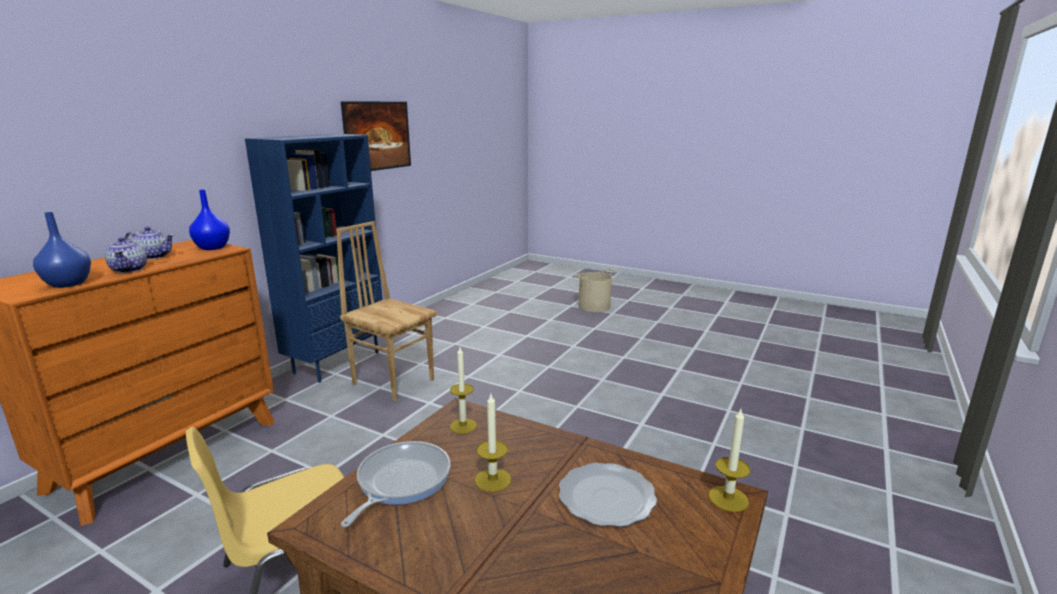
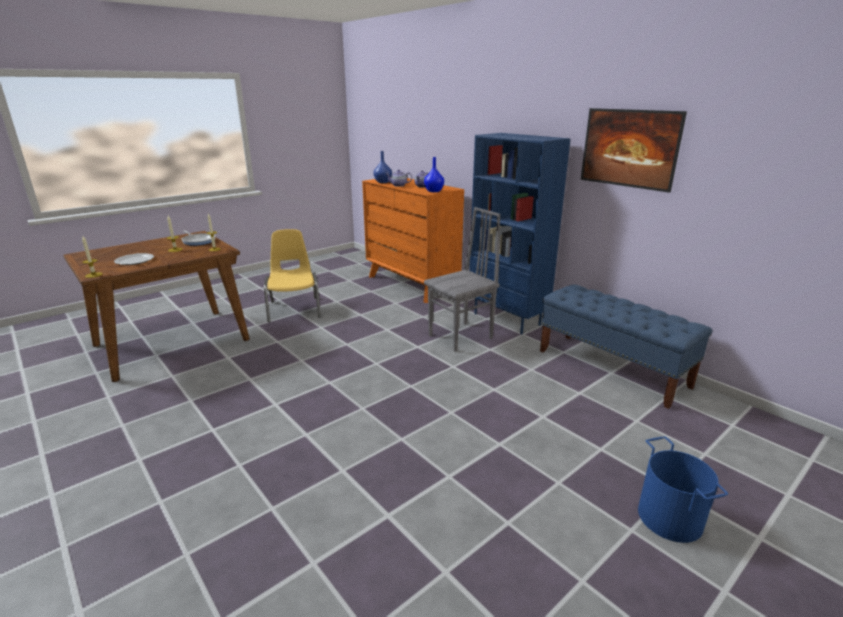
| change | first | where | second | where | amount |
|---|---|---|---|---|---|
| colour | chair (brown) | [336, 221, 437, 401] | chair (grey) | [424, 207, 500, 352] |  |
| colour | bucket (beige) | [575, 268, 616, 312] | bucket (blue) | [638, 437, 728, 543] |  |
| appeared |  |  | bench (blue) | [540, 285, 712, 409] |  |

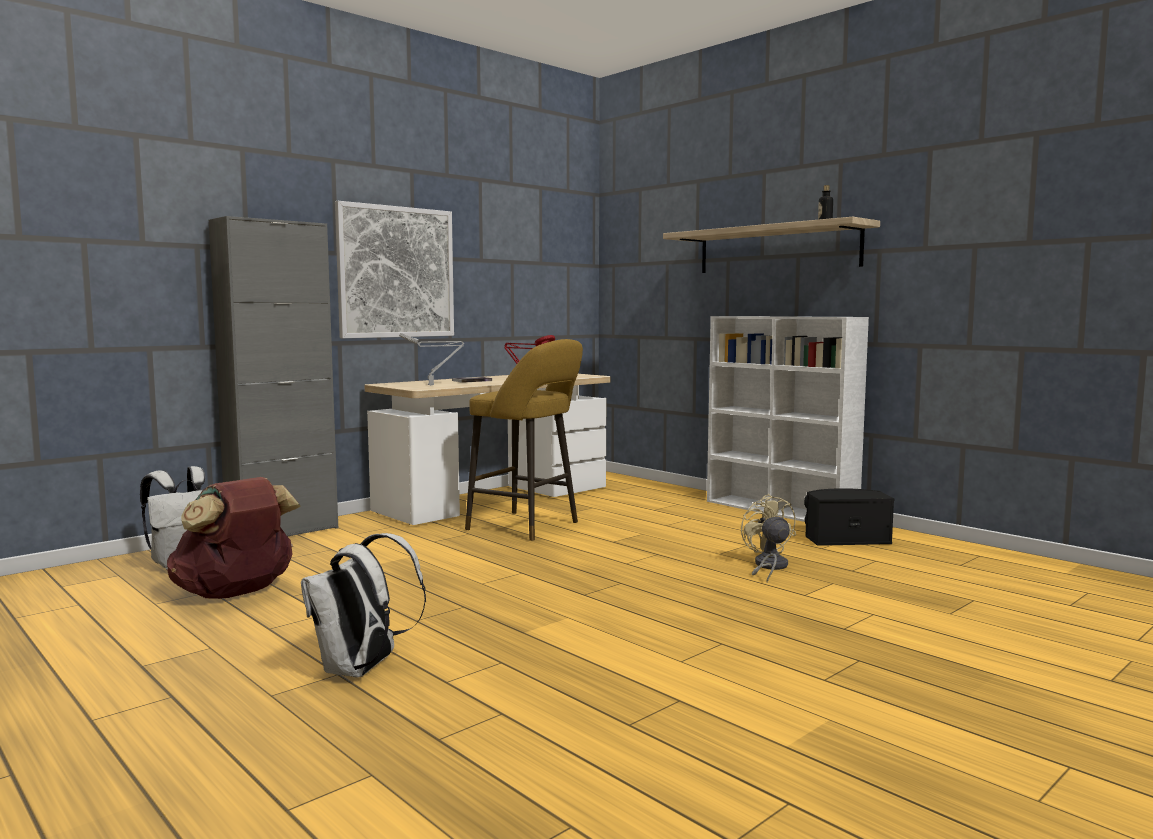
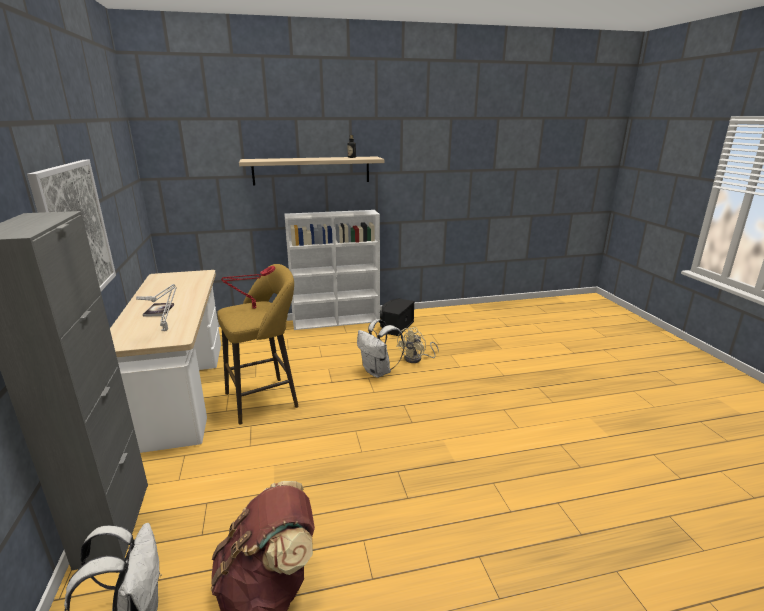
| change | first | where | second | where | amount |
|---|---|---|---|---|---|
| spun | fan (beige) | [741, 494, 796, 582] |  | [396, 327, 439, 363] | 75 degrees counterclockwise |
| relocated | backpack (white) | [301, 533, 426, 678] |  | [357, 319, 404, 378] |  |

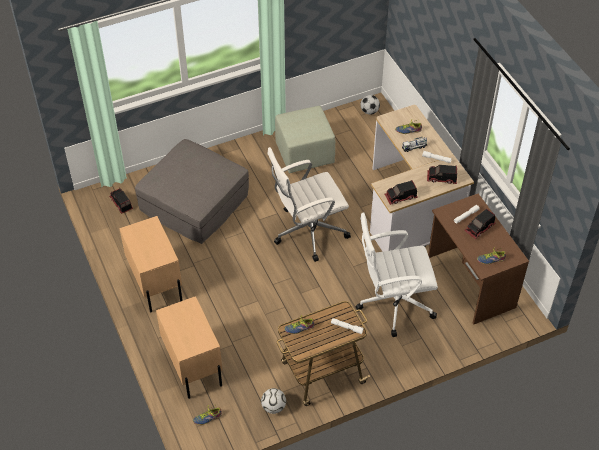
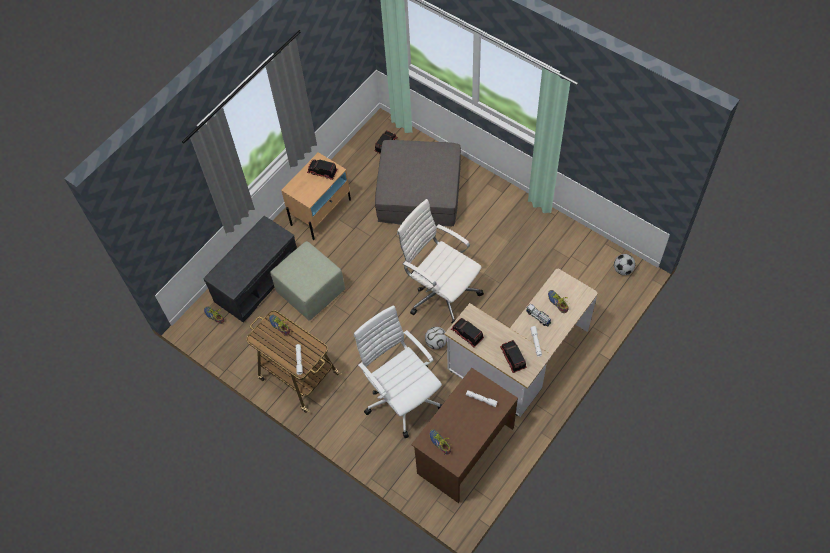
| change | first | where | second | where | amount |
|---|---|---|---|---|---|
| relocated | ottoman (green) | [275, 106, 335, 173] |  | [270, 241, 345, 321] |  |
| relocated | toy truck | [464, 208, 496, 239] |  | [307, 159, 337, 180] |  |
| exchanged | nightstand (beige) | [156, 296, 222, 399] | bench (grey) | [204, 216, 297, 323] |  |
| relocated | football | [261, 388, 286, 414] |  | [425, 327, 447, 349] |  |

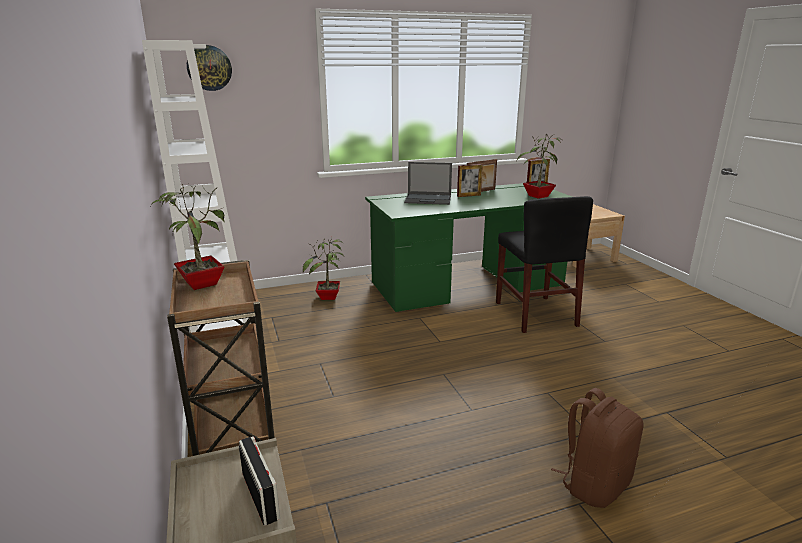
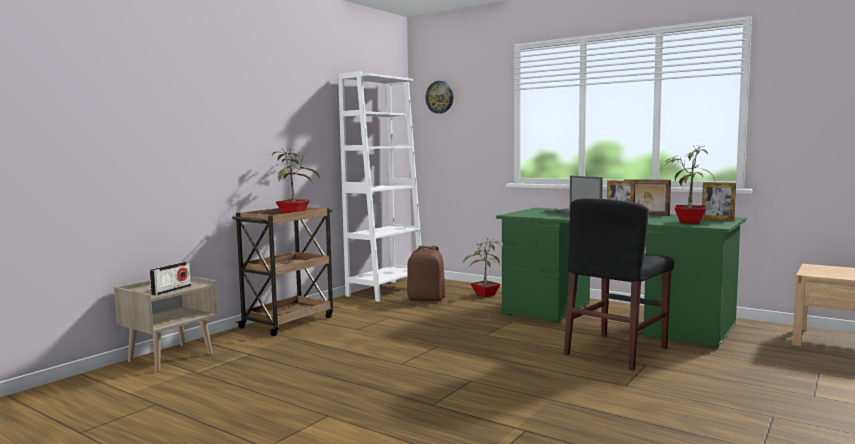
| change | first | where | second | where | amount |
|---|---|---|---|---|---|
| relocated | backpack (brown) | [551, 388, 643, 508] |  | [407, 245, 446, 301] |  |

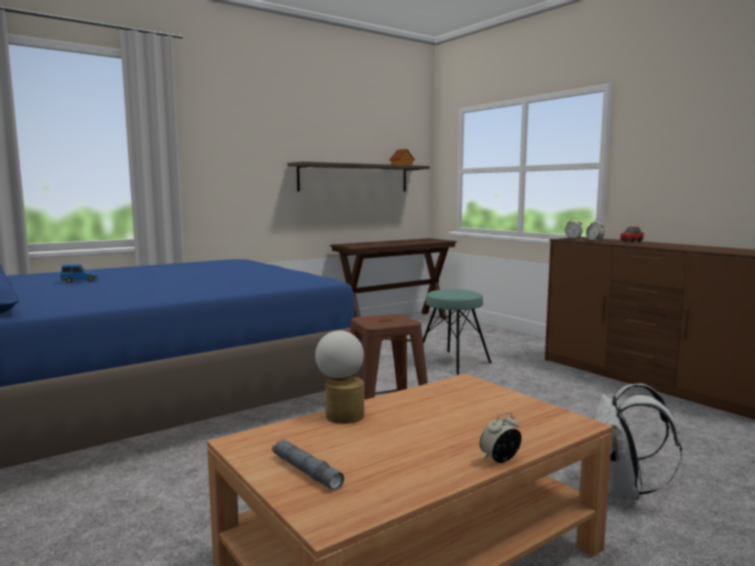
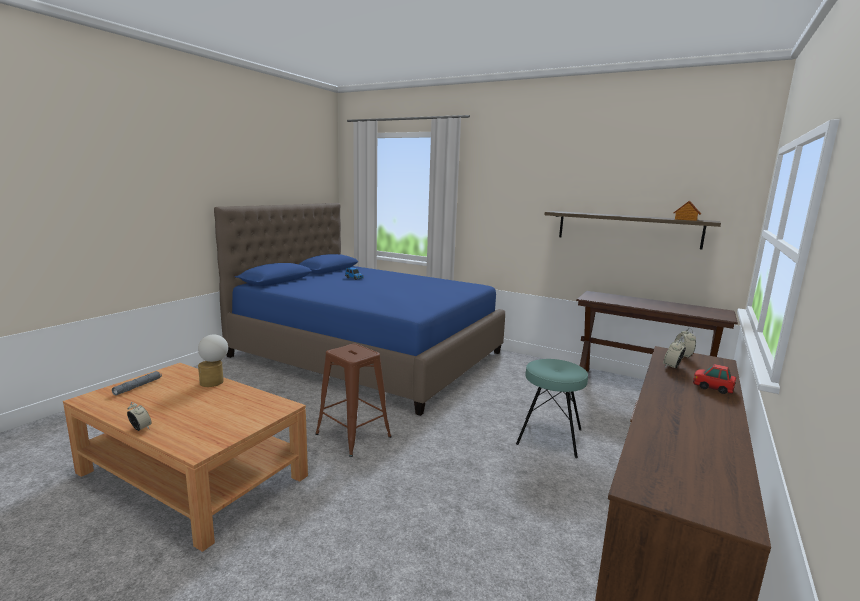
| change | first | where | second | where | amount |
|---|---|---|---|---|---|
| missing | backpack (white) | [593, 383, 682, 500] |  |  |  |

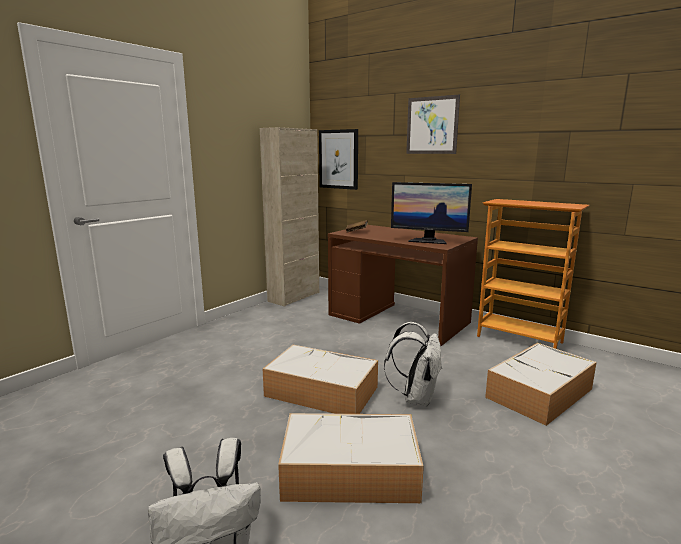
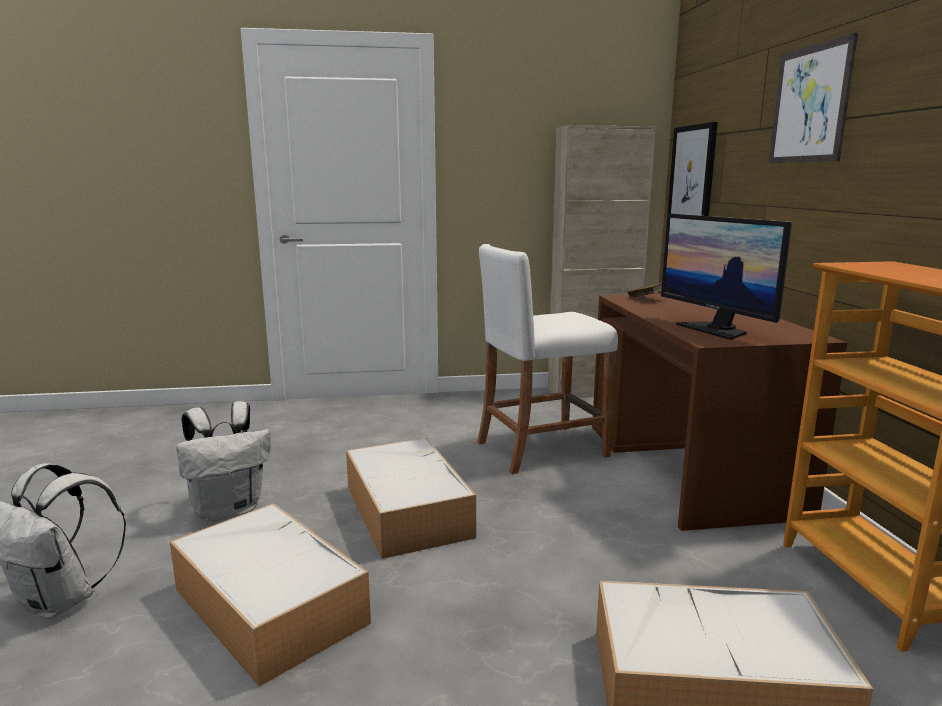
| change | first | where | second | where | amount |
|---|---|---|---|---|---|
| relocated | backpack (white) | [384, 322, 442, 407] |  | [176, 401, 271, 522] |  |
| appeared |  |  | stool (white) | [477, 244, 618, 474] |  |

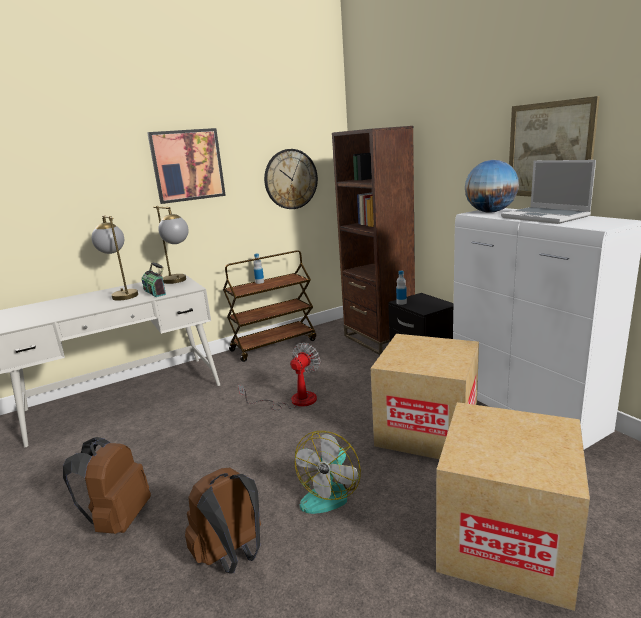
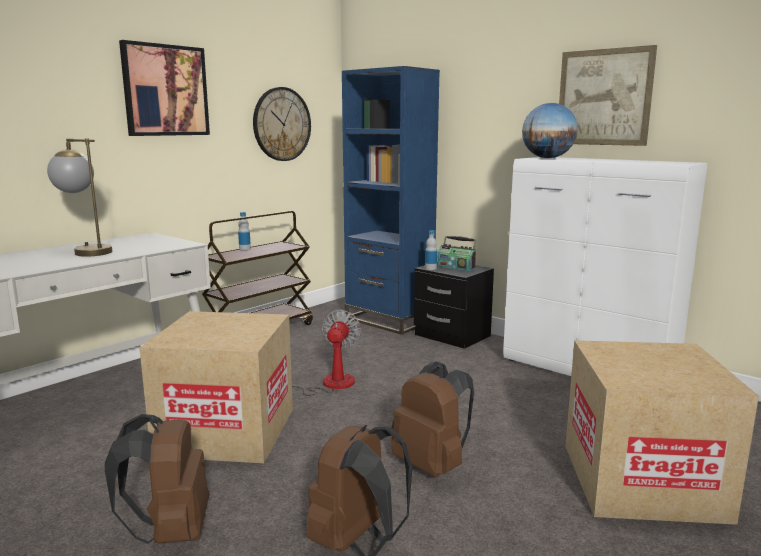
| change | first | where | second | where | amount |
|---|---|---|---|---|---|
| colour | bookcase (brown) | [332, 126, 415, 355] | bookcase (blue) | [342, 66, 440, 335] |  |
| missing | laptop | [501, 160, 596, 224] |  |  |  |
| missing | table lamp | [153, 206, 189, 284] |  |  |  |
| relocated | radio | [142, 262, 166, 297] |  | [437, 236, 476, 271] |  |
| relocated | cardboard box | [371, 334, 479, 459] |  | [139, 311, 293, 463] |  |
| exchanged | fan | [295, 431, 361, 514] | backpack (brown) | [391, 361, 474, 477] |  |

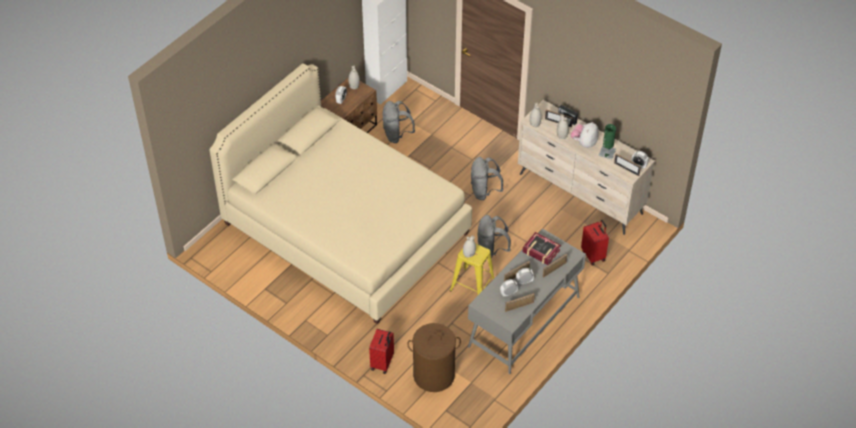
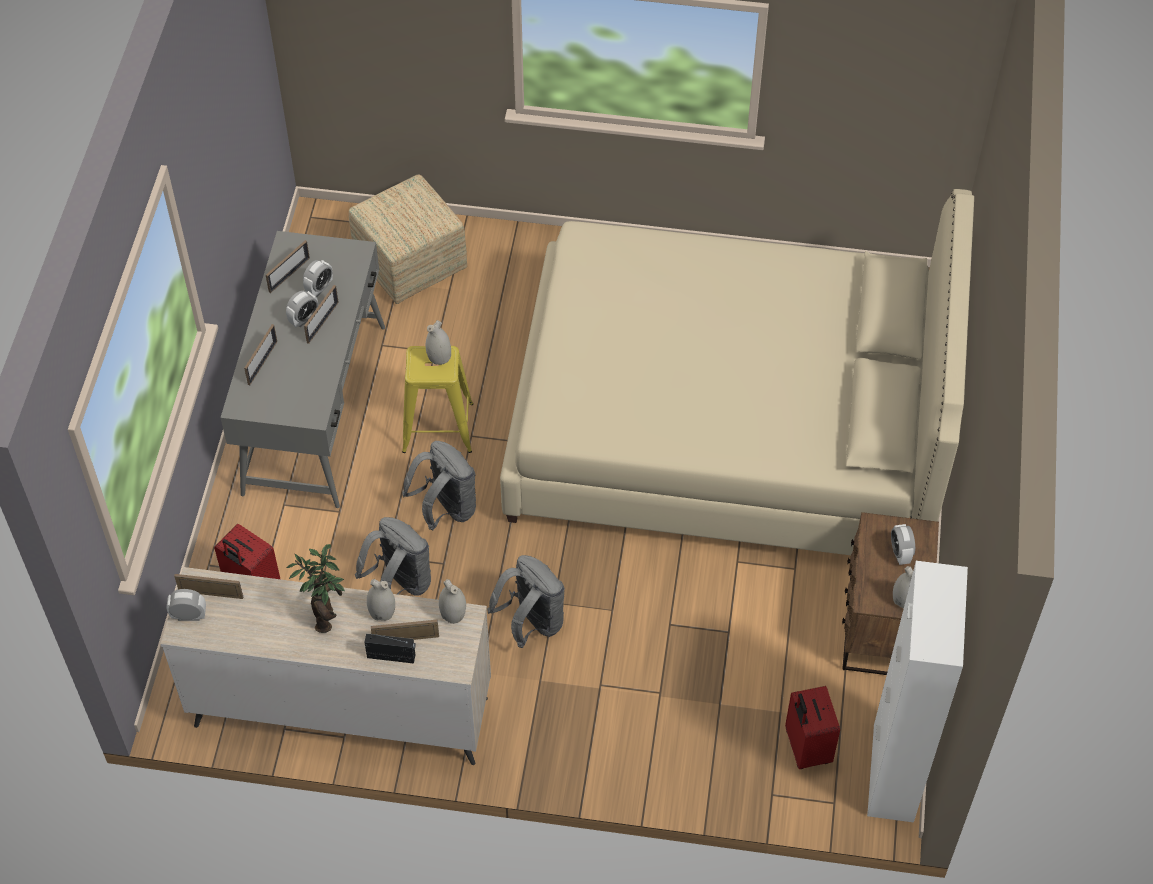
| change | first | where | second | where | amount |
|---|---|---|---|---|---|
| relocated | backpack (grey) | [382, 101, 415, 143] |  | [355, 517, 431, 595] |  |
| exchanged | plush toy | [571, 122, 599, 148] | potted plant | [287, 544, 345, 633] |  |
| missing | table lamp (green) | [598, 124, 616, 159] |  |  |  |
| missing | book | [523, 232, 561, 265] |  |  |  |
| exchanged | laundry basket (brown) | [407, 323, 461, 392] | ottoman | [349, 175, 467, 304] |  |
| relocated | suitcase (red) | [369, 329, 394, 374] |  | [785, 686, 840, 769] |  |

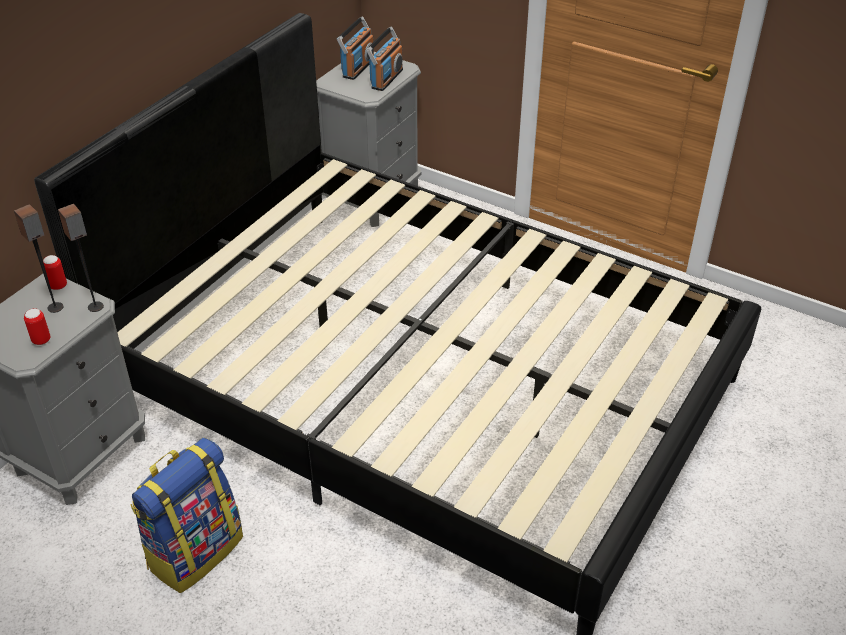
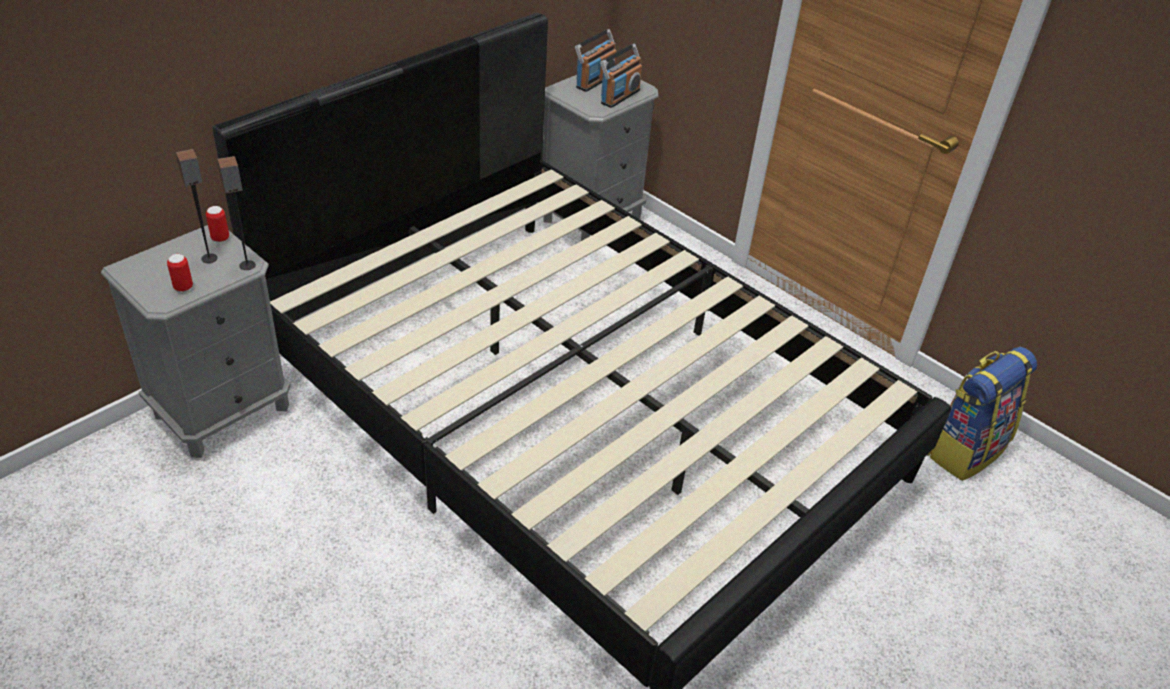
| change | first | where | second | where | amount |
|---|---|---|---|---|---|
| relocated | backpack | [130, 438, 243, 593] |  | [927, 347, 1037, 481] |  |

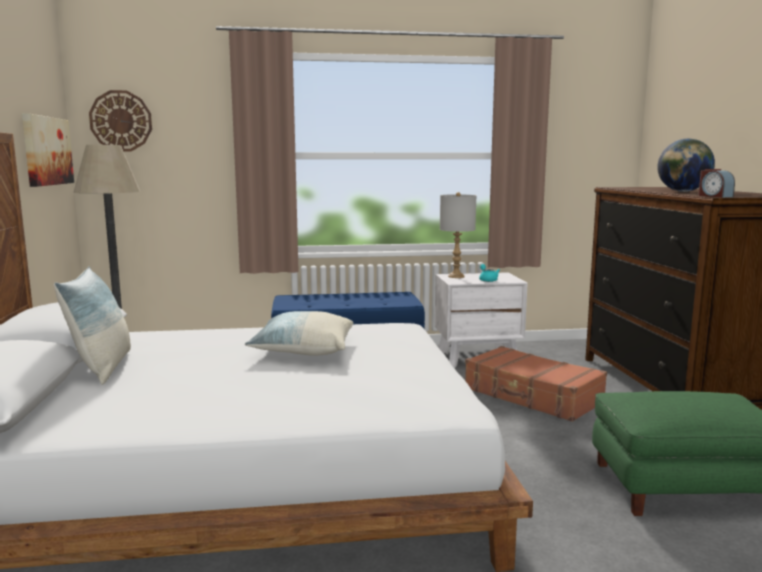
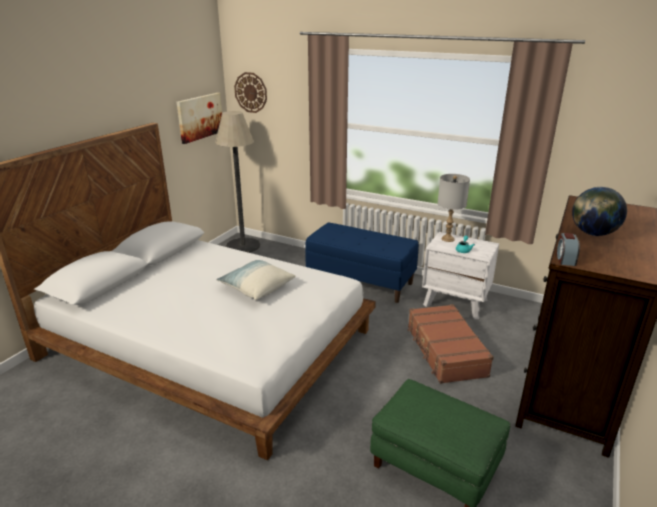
| change | first | where | second | where | amount |
|---|---|---|---|---|---|
| missing | pillow | [54, 266, 131, 385] |  |  |  |

